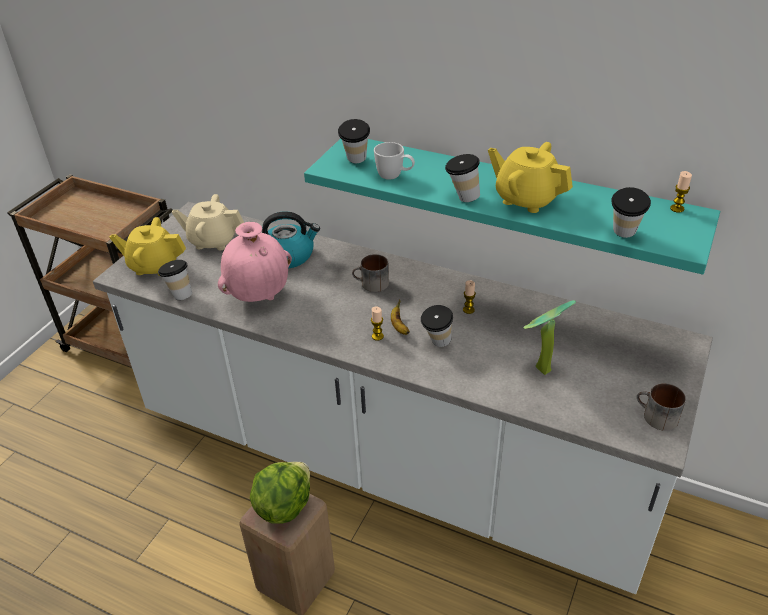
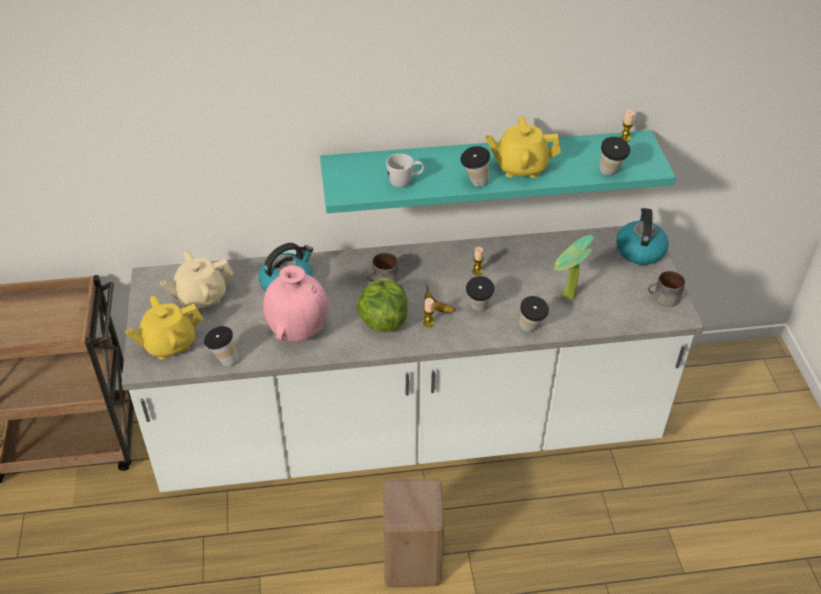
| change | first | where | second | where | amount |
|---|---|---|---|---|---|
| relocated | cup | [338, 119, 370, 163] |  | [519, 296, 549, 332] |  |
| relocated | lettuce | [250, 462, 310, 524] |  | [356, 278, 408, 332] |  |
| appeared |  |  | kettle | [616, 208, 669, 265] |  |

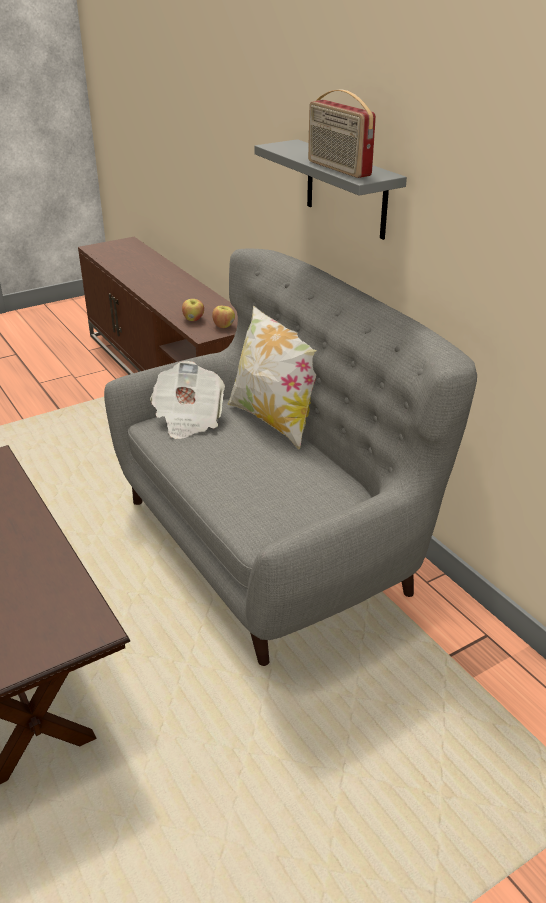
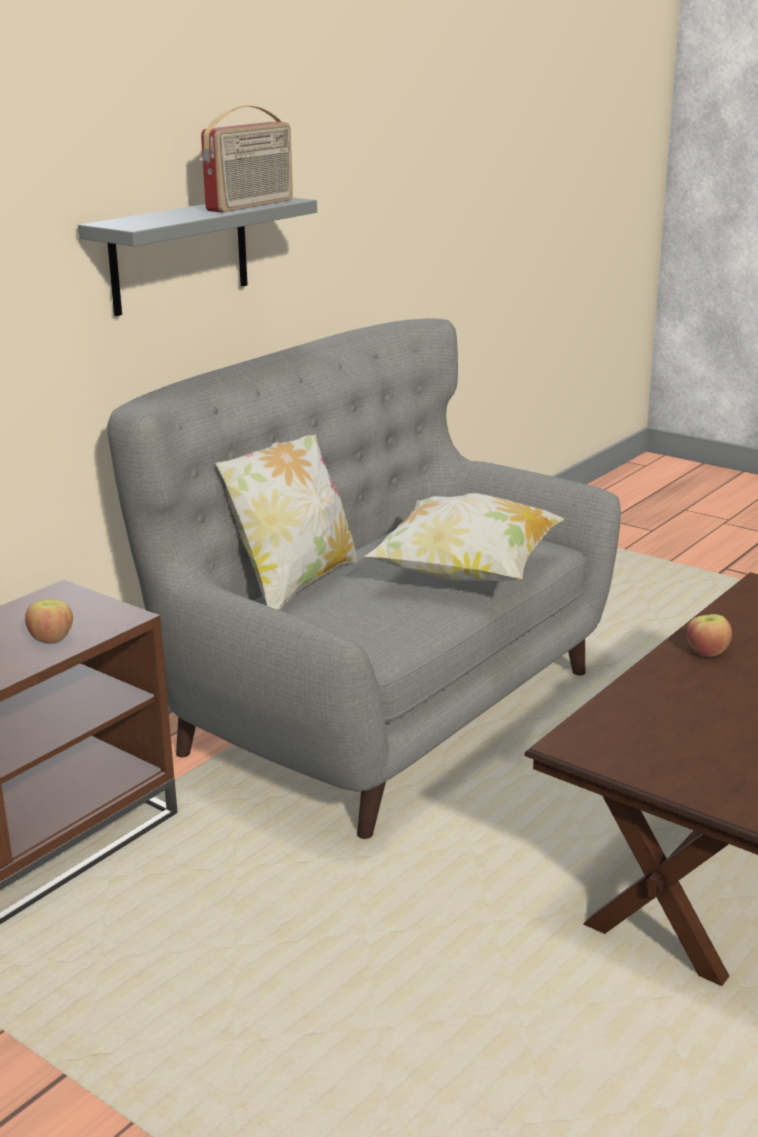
| change | first | where | second | where | amount |
|---|---|---|---|---|---|
| relocated | apple | [212, 305, 235, 328] |  | [687, 614, 732, 657] |  |
| missing | newspaper | [150, 361, 225, 439] |  |  |  |
| appeared |  |  | pillow | [364, 493, 564, 581] |  |

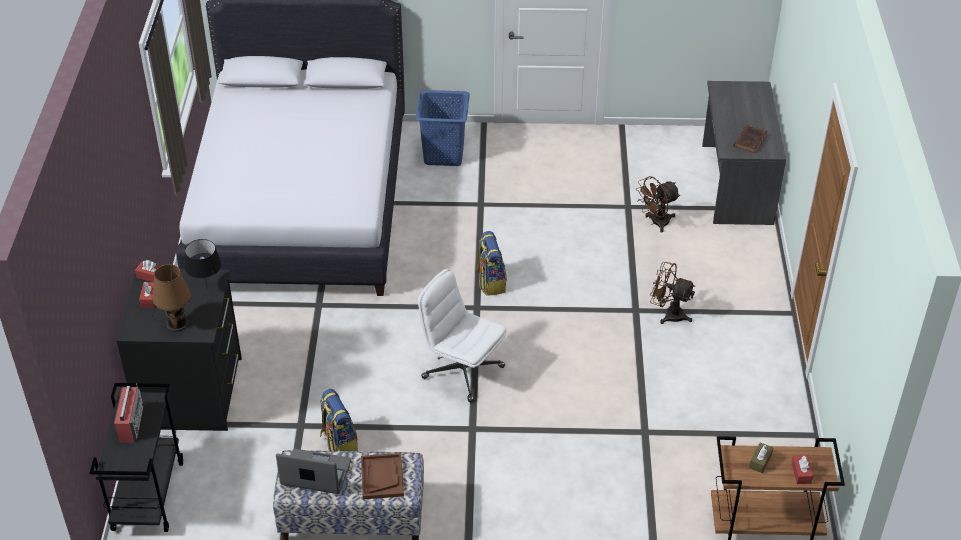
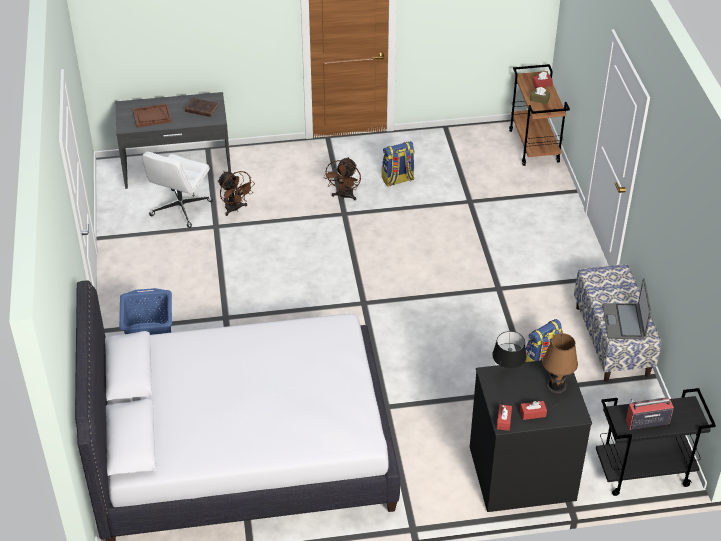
| change | first | where | second | where | amount |
|---|---|---|---|---|---|
| relocated | backpack | [475, 231, 507, 296] |  | [382, 141, 415, 187] |  |
| relocated | office chair (white) | [418, 269, 507, 402] |  | [142, 152, 213, 228] |  |
| relocated | tray (brown) | [361, 453, 404, 499] |  | [132, 104, 172, 128] |  |

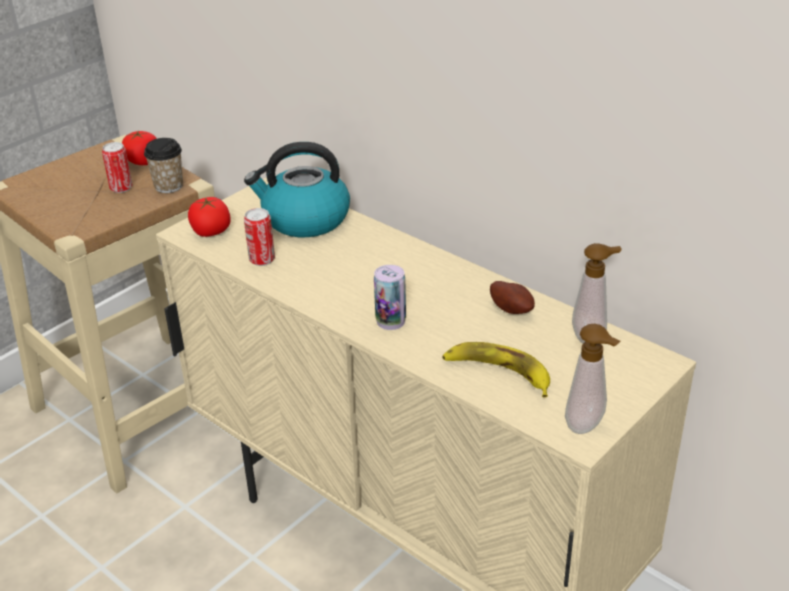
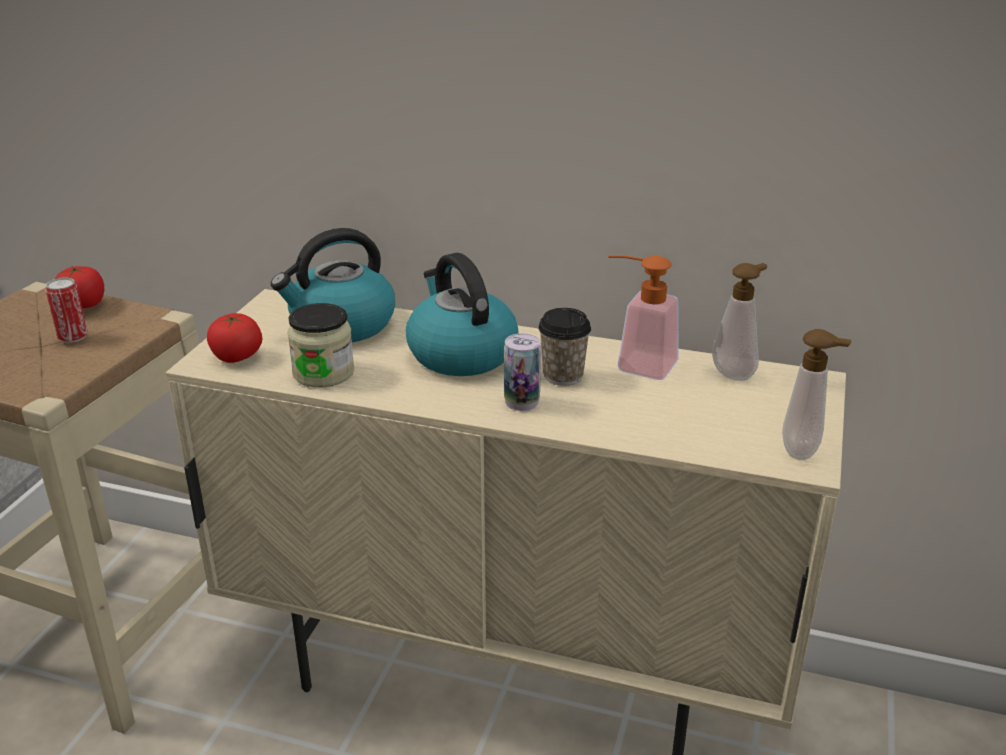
| change | first | where | second | where | amount |
|---|---|---|---|---|---|
| relocated | cup | [144, 138, 183, 193] |  | [538, 308, 591, 386] |  |
| exchanged | can | [244, 208, 275, 266] | jar | [287, 303, 354, 388] |  |
| exchanged | potato | [490, 281, 535, 314] | soap dispenser | [608, 255, 679, 380] |  |
| missing | banana | [442, 342, 550, 398] |  |  |  |
| appeared |  |  | kettle | [406, 253, 518, 376] |  |

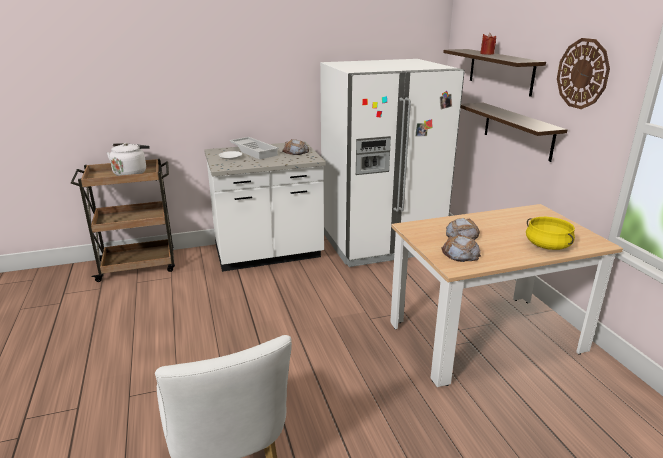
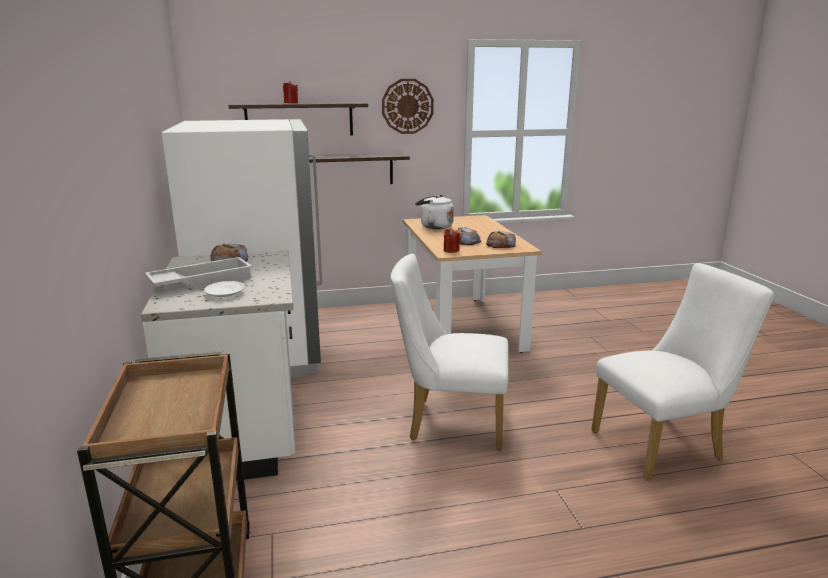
| change | first | where | second | where | amount |
|---|---|---|---|---|---|
| relocated | kettle (white) | [107, 143, 150, 176] |  | [415, 195, 454, 229] |  |
| missing | cooking pot (yellow) | [526, 217, 575, 250] |  |  |  |
| appeared |  |  | candle (red) | [444, 229, 460, 253] |  |
| appeared |  |  | chair (white) | [391, 254, 509, 450] |  |

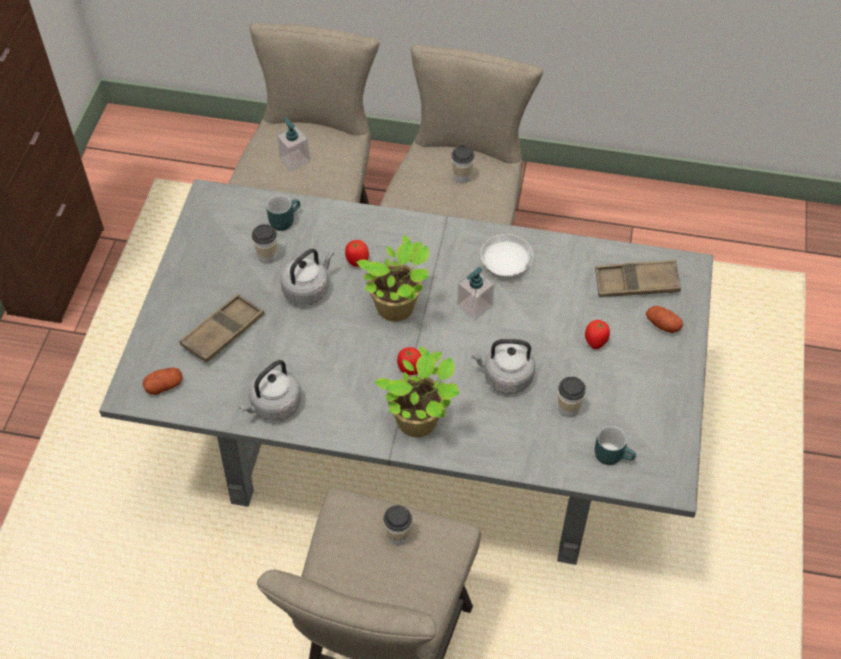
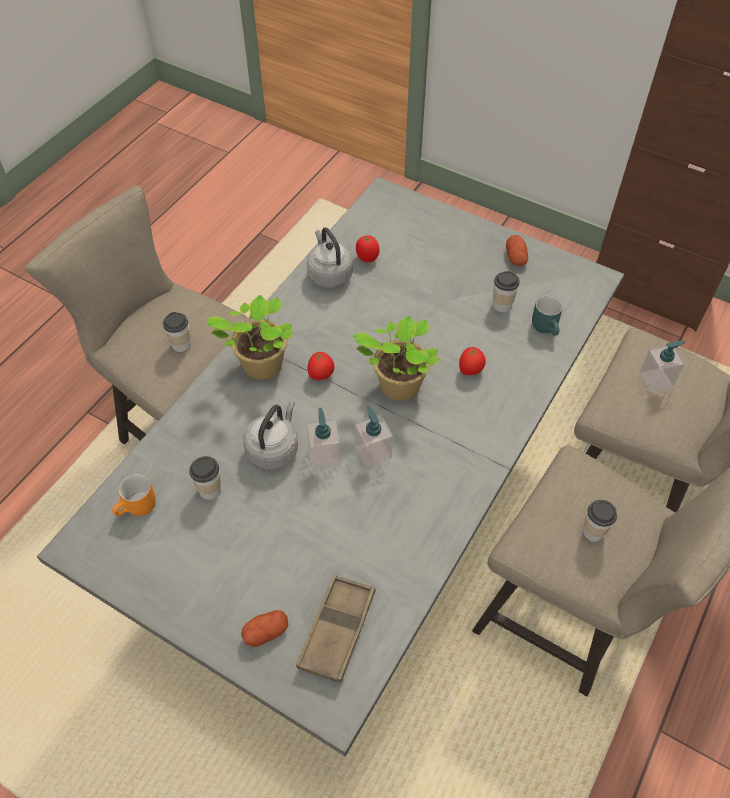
| change | first | where | second | where | amount |
|---|---|---|---|---|---|
| missing | plate (white) | [481, 234, 533, 276] |  |  |  |
| missing | kettle (grey) | [280, 249, 334, 305] |  |  |  |
| missing | tray (brown) | [180, 294, 265, 363] |  |  |  |
| relocated | tomato | [585, 320, 610, 349] |  | [356, 235, 380, 262] |  |
| relocated | potato | [143, 368, 182, 395] |  | [506, 235, 528, 266] |  |
| colour | mug (turquoise) | [595, 425, 636, 465] | mug (orange) | [112, 474, 156, 516] |  |
| appeared |  |  | soap dispenser | [307, 408, 341, 469] |  |

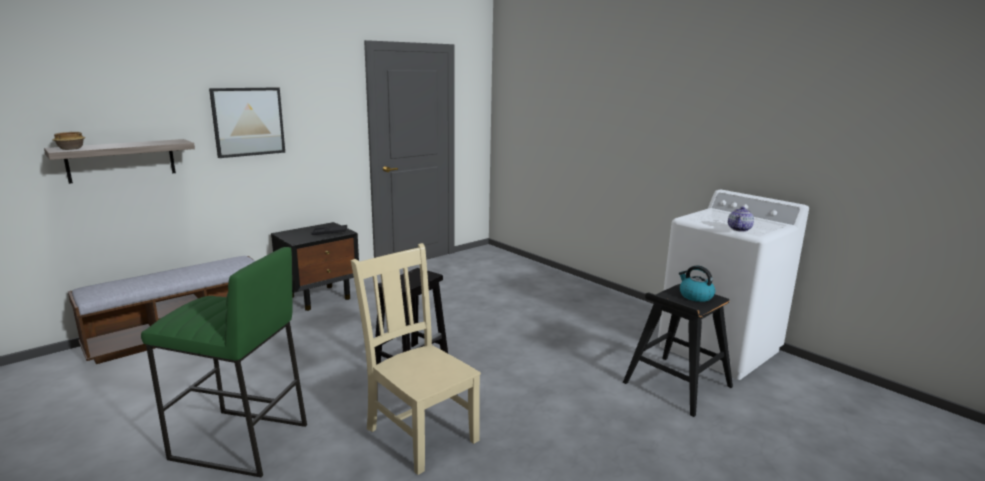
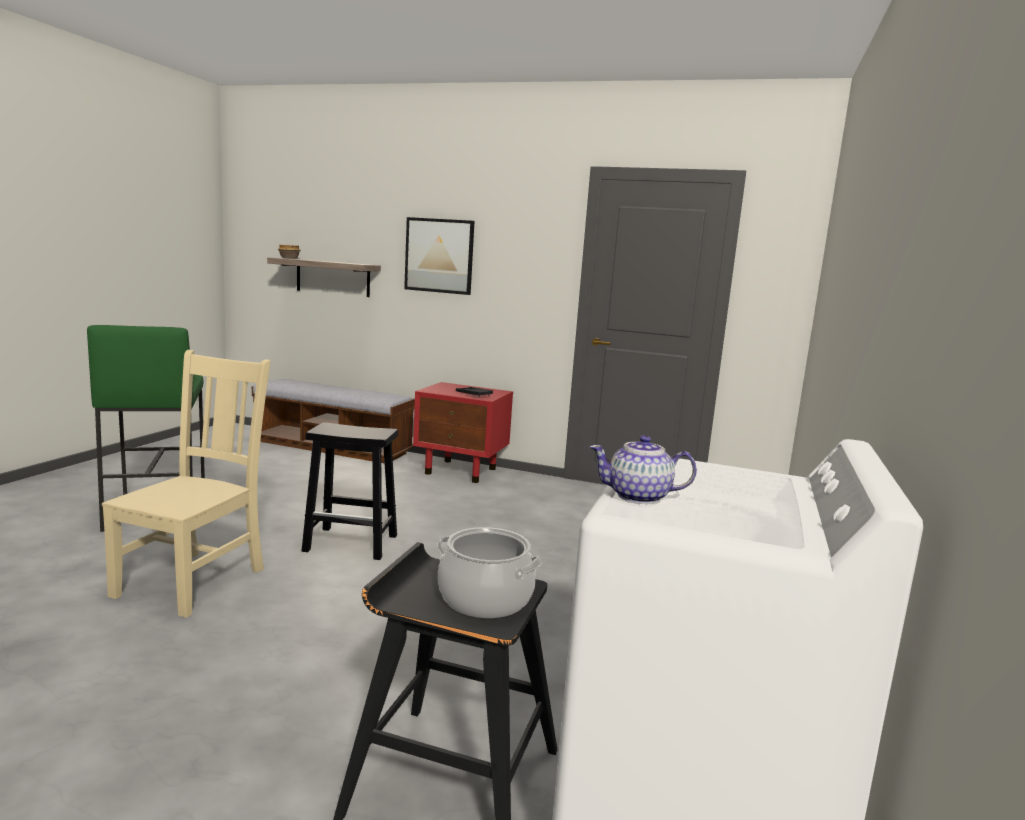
| change | first | where | second | where | amount |
|---|---|---|---|---|---|
| colour | nightstand (black) | [271, 222, 359, 311] | nightstand (red) | [413, 382, 513, 483] |  |
| exchanged | kettle | [679, 265, 715, 302] | cooking pot | [437, 527, 541, 618] |  |

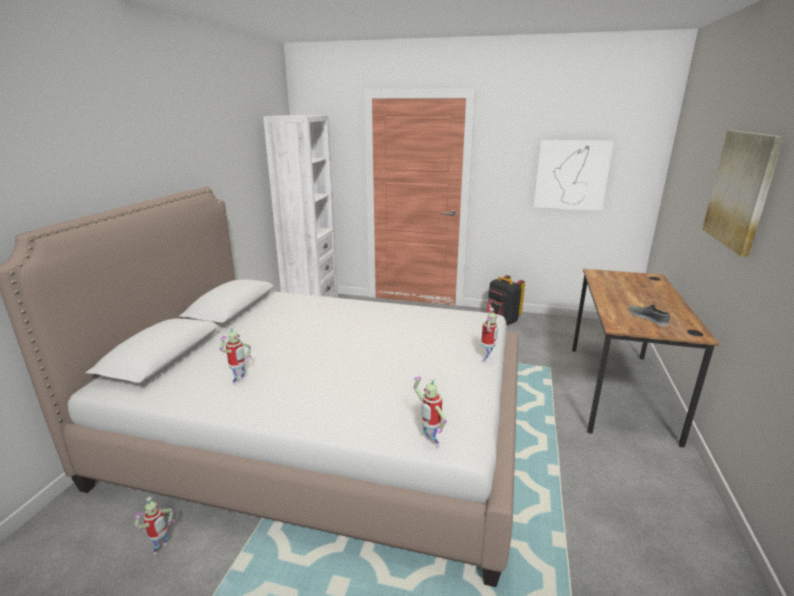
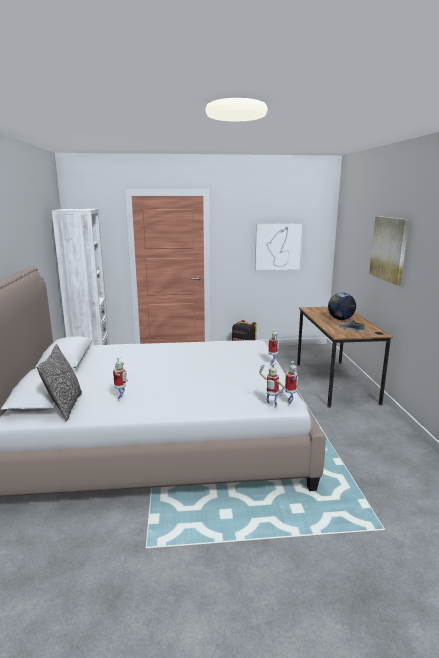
| change | first | where | second | where | amount |
|---|---|---|---|---|---|
| relocated | toy robot | [135, 497, 175, 555] |  | [285, 361, 298, 406] |  |
| appeared |  |  | globe | [328, 293, 356, 320] |  |
| appeared |  |  | pillow | [37, 344, 82, 422] |  |

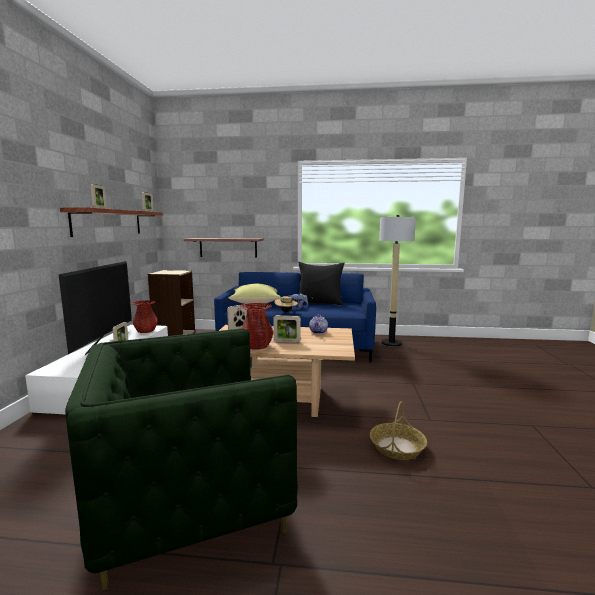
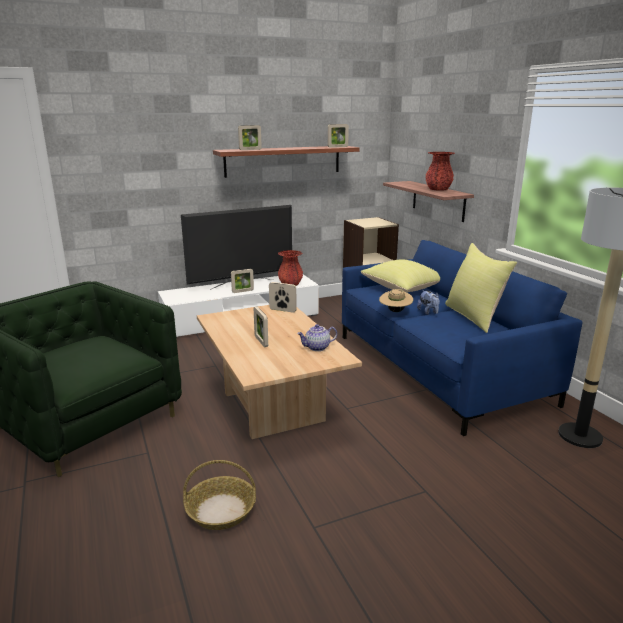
| change | first | where | second | where | amount |
|---|---|---|---|---|---|
| colour | pillow (black) | [298, 262, 345, 306] | pillow (yellow) | [445, 243, 517, 333] |  |
| relocated | vase (red) | [241, 303, 273, 350] |  | [425, 152, 455, 191] |  |

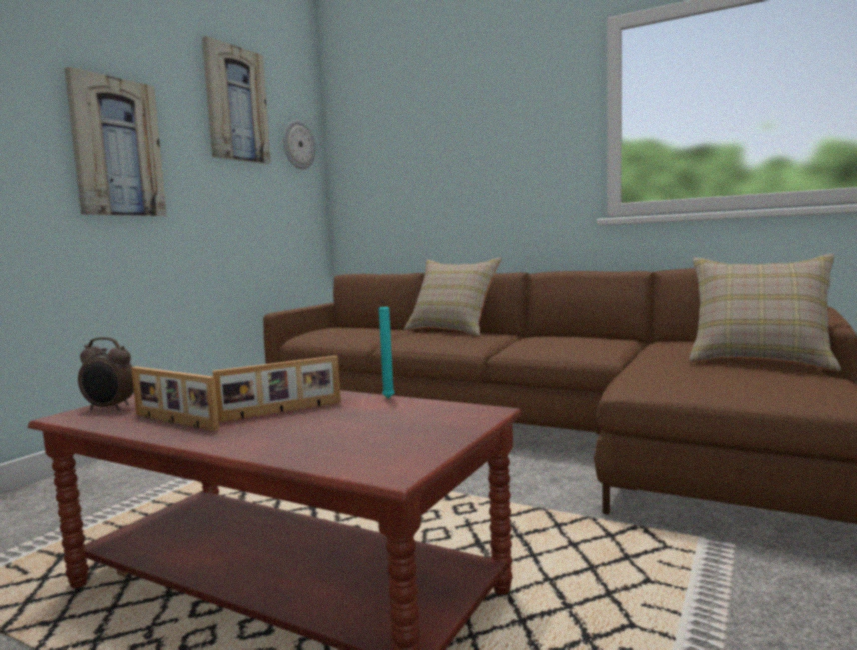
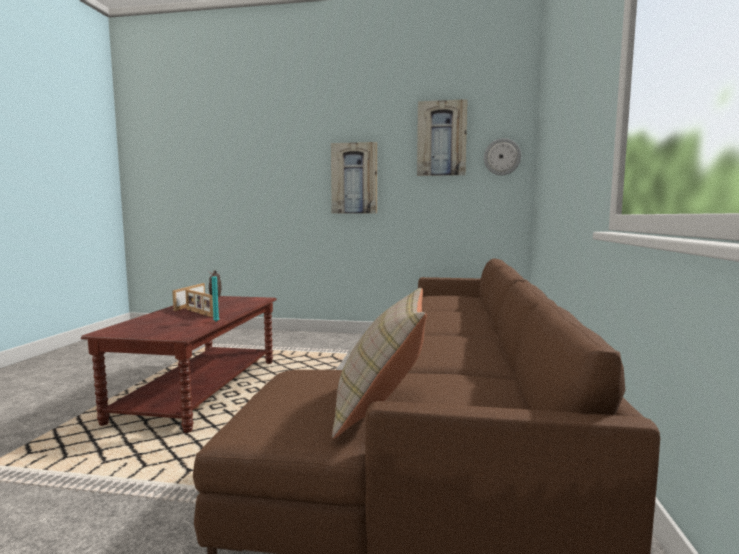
| change | first | where | second | where | amount |
|---|---|---|---|---|---|
| missing | pillow (beige) | [404, 257, 502, 336] |  |  |  |

